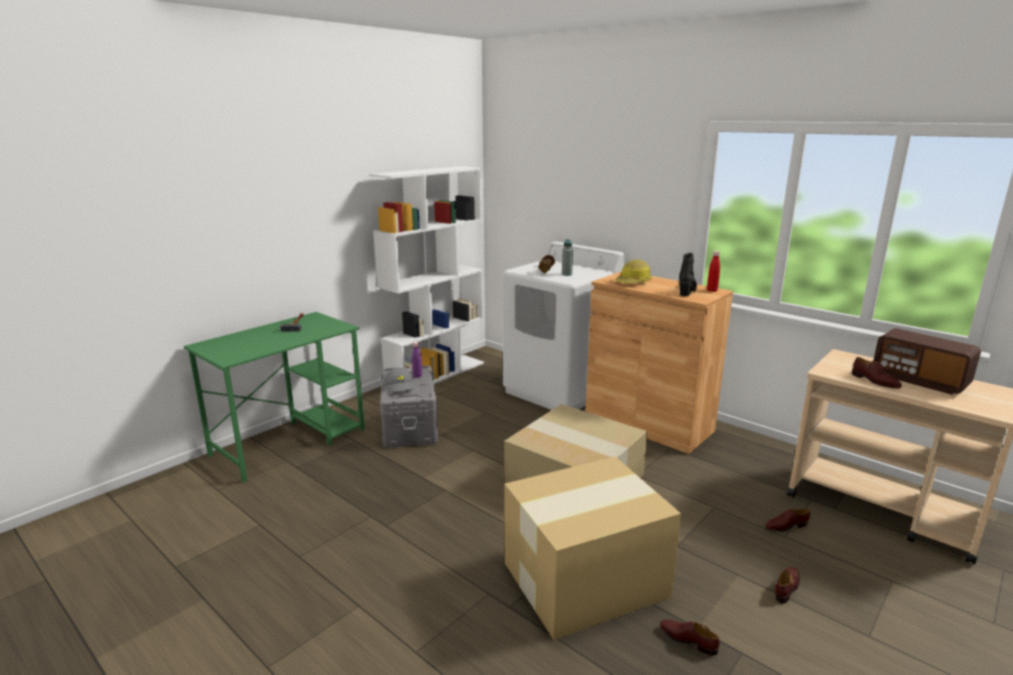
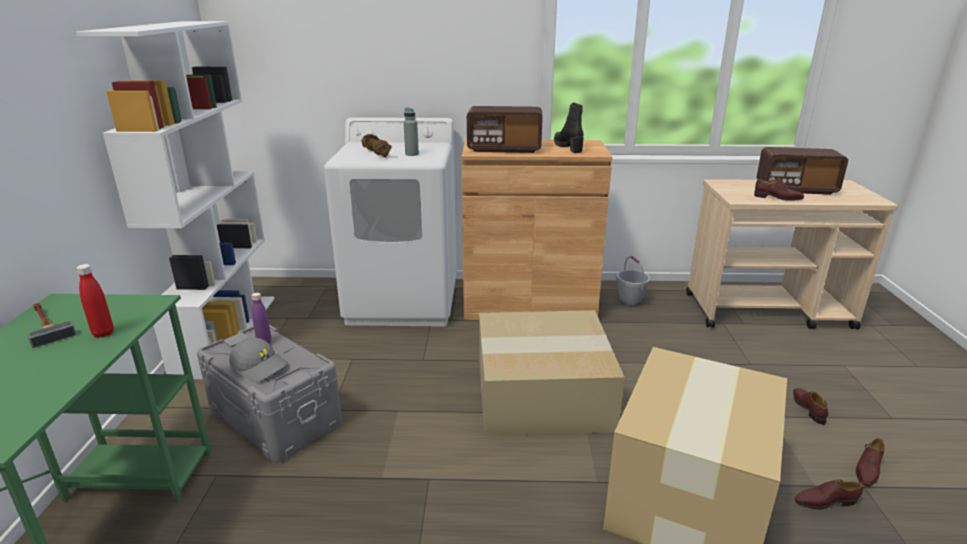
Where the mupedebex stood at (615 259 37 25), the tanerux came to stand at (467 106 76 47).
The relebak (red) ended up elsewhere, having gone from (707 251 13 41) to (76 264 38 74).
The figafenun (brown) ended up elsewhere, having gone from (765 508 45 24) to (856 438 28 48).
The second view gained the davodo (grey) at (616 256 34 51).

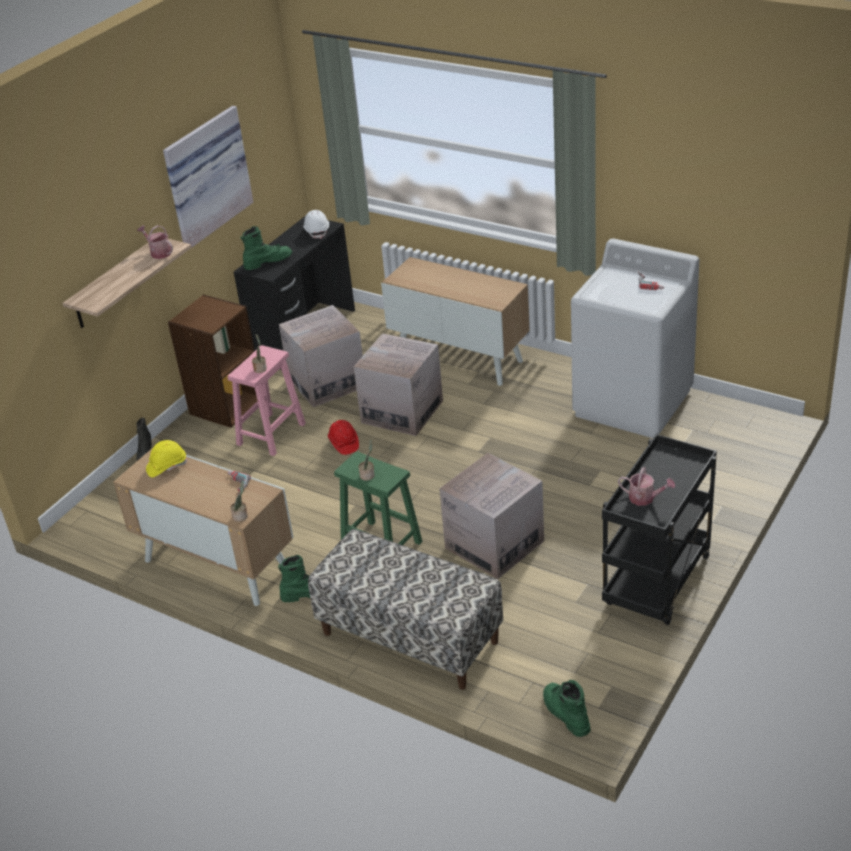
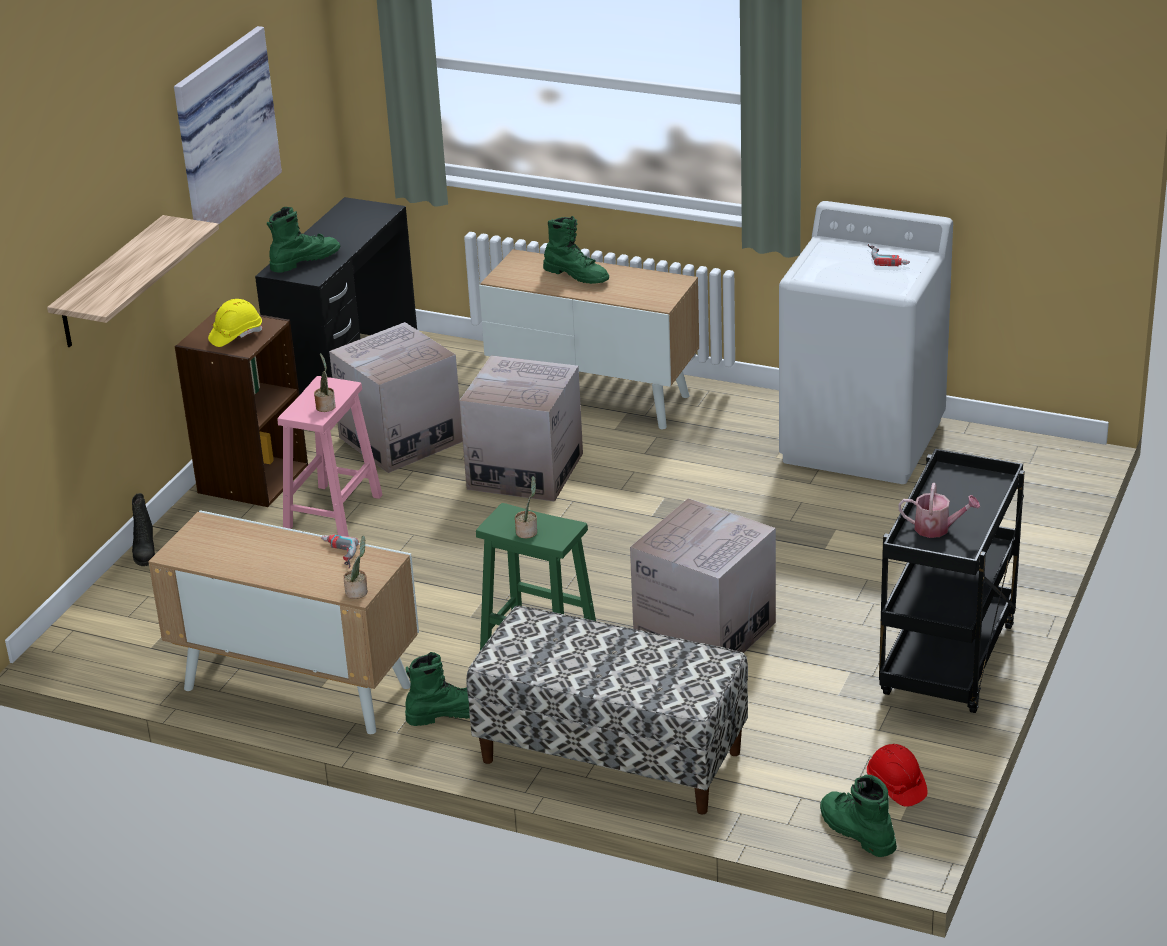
The second view lost the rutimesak at (137 225 36 34).
The mupedebex (yellow) ended up elsewhere, having gone from (146 440 41 37) to (208 299 54 48).
The second view lost the mupedebex (white) at (303 210 26 29).
The mupedebex (red) ended up elsewhere, having gone from (328 420 31 35) to (867 744 61 63).
The second view gained the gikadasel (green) at (543 216 66 68).

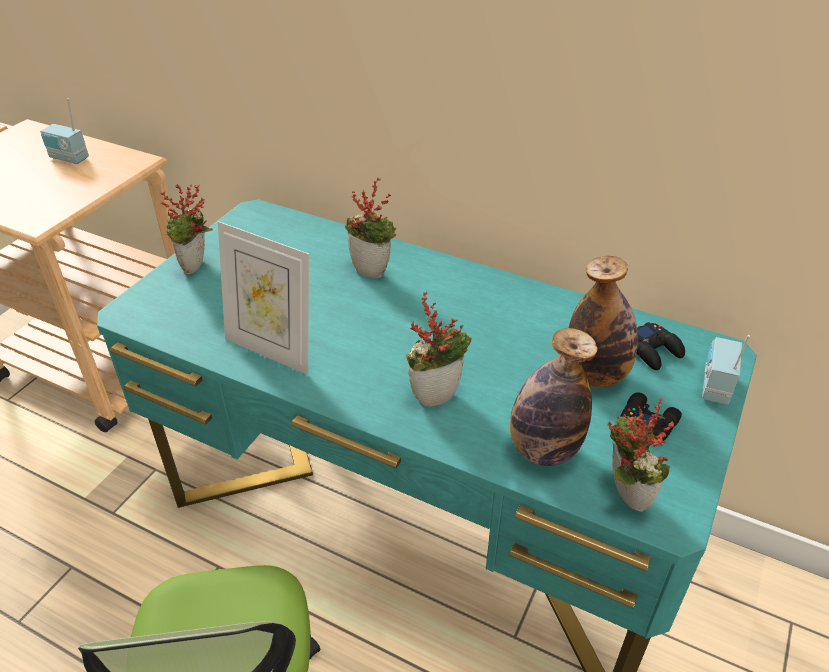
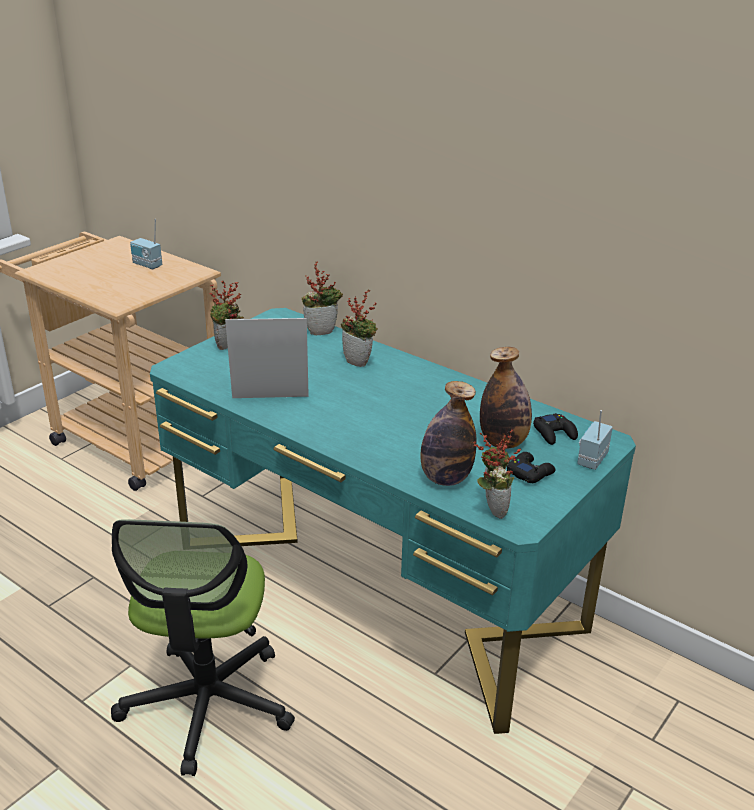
The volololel at (218 221 91 154) ended up facing another way, 135 degrees clockwise from before.
The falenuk ended up elsewhere, having gone from (406 292 65 115) to (302 261 41 74).

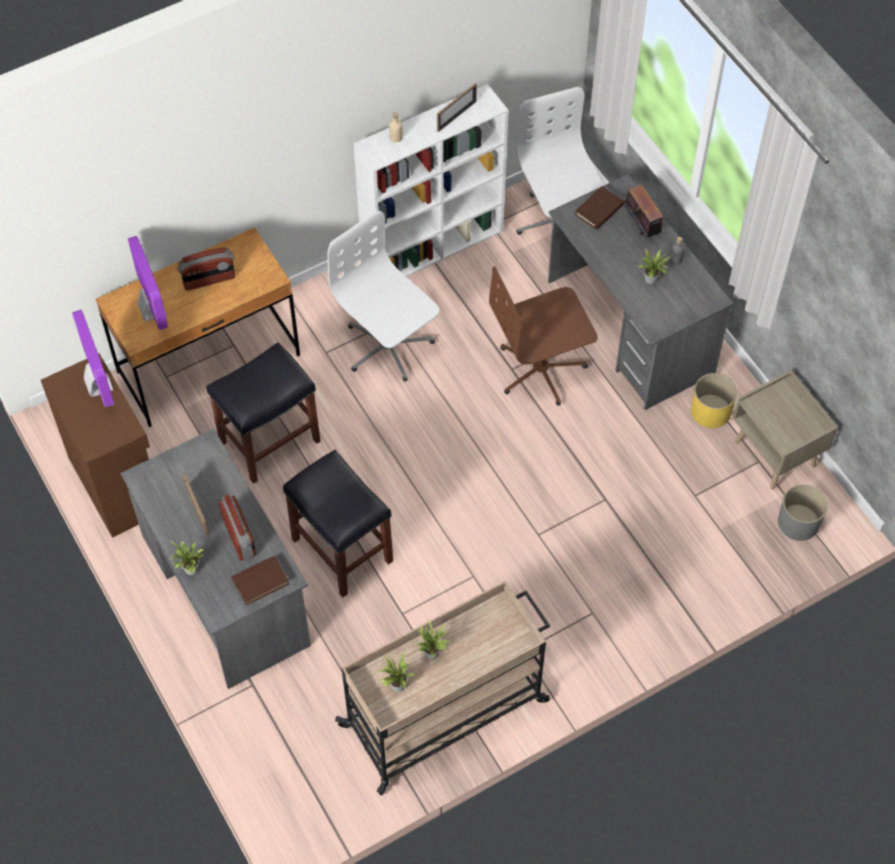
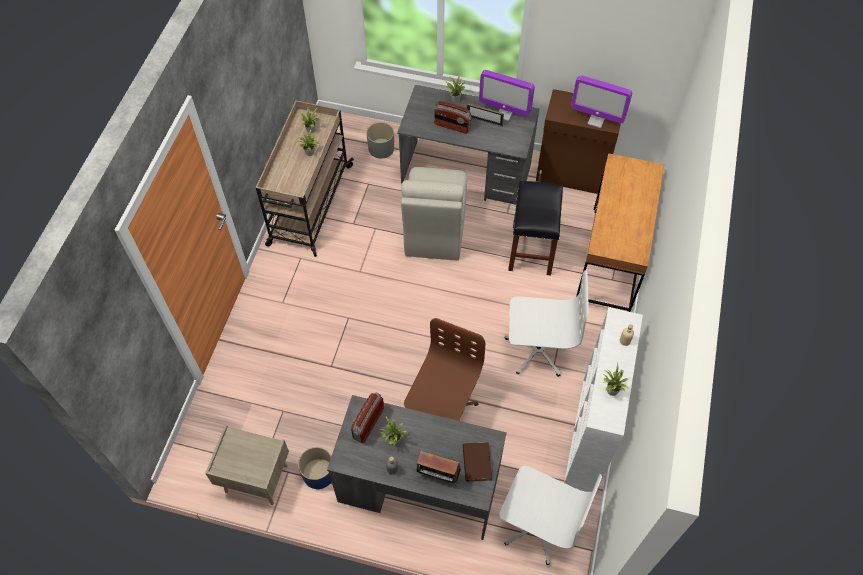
The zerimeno ended up elsewhere, having gone from (128 236 40 94) to (479 70 56 51).
The tanerux ended up elsewhere, having gone from (177 247 58 44) to (351 392 33 51).
The second view lost the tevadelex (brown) at (231 556 58 49).
Where the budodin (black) stood at (283 450 110 147), the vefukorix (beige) came to stand at (401 167 66 93).
Where the volololel stood at (437 83 40 49), the falenuk came to stand at (603 362 26 34).
What was the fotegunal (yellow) at (691 373 46 55) turned into the fotegunal (blue) at (298 447 34 42).
The fotegunal (grey) ended up elsewhere, having gone from (778 484 50 57) to (366 122 28 37).

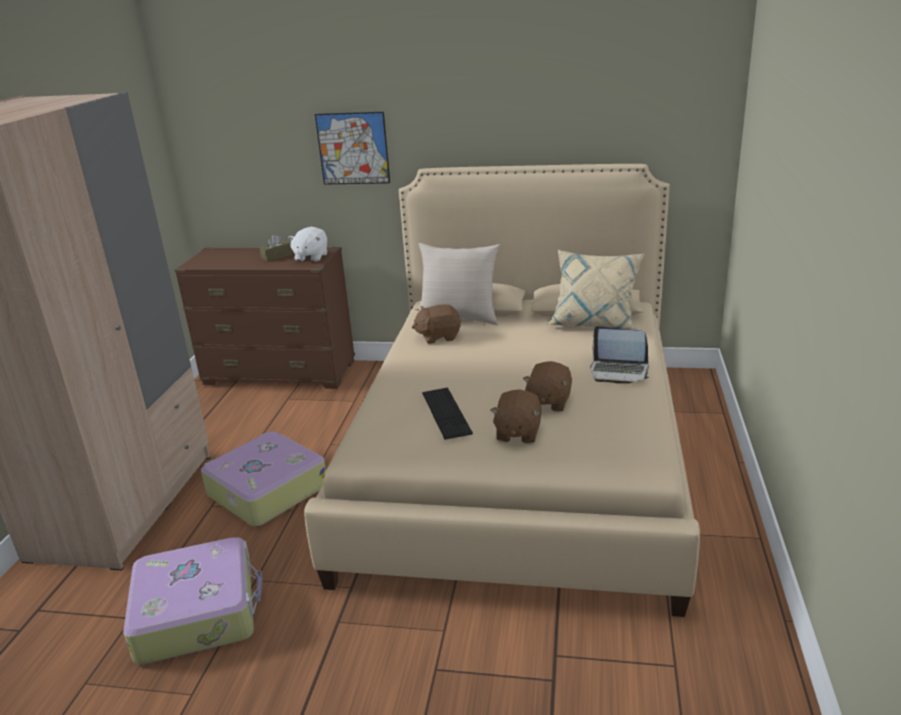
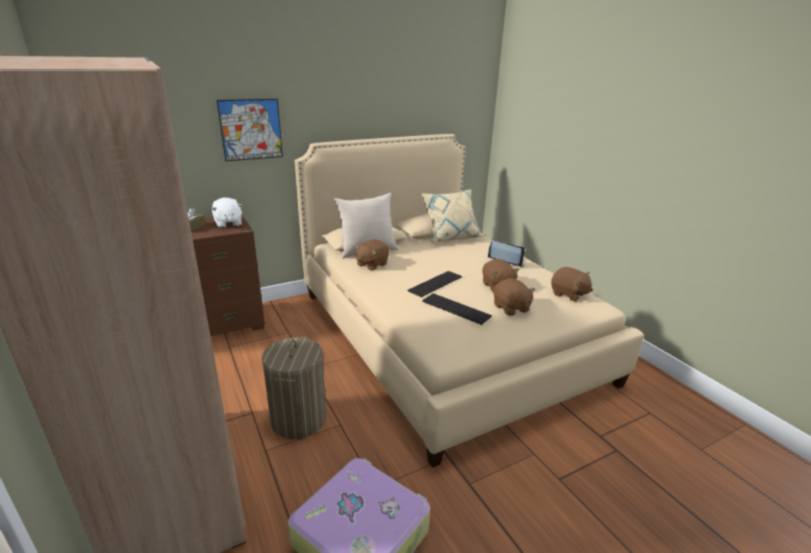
Where the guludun stood at (201 431 125 95), the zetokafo came to stand at (262 336 64 103).
The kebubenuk at (590 326 59 58) ended up facing another way, 135 degrees counterclockwise from before.
The second view gained the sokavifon at (407 271 55 26).
The second view gained the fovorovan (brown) at (551 267 42 35).

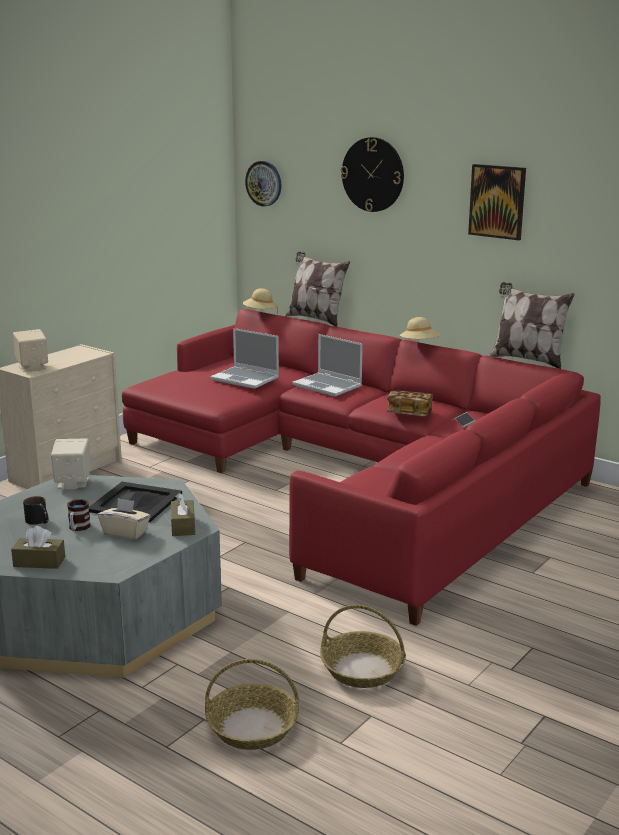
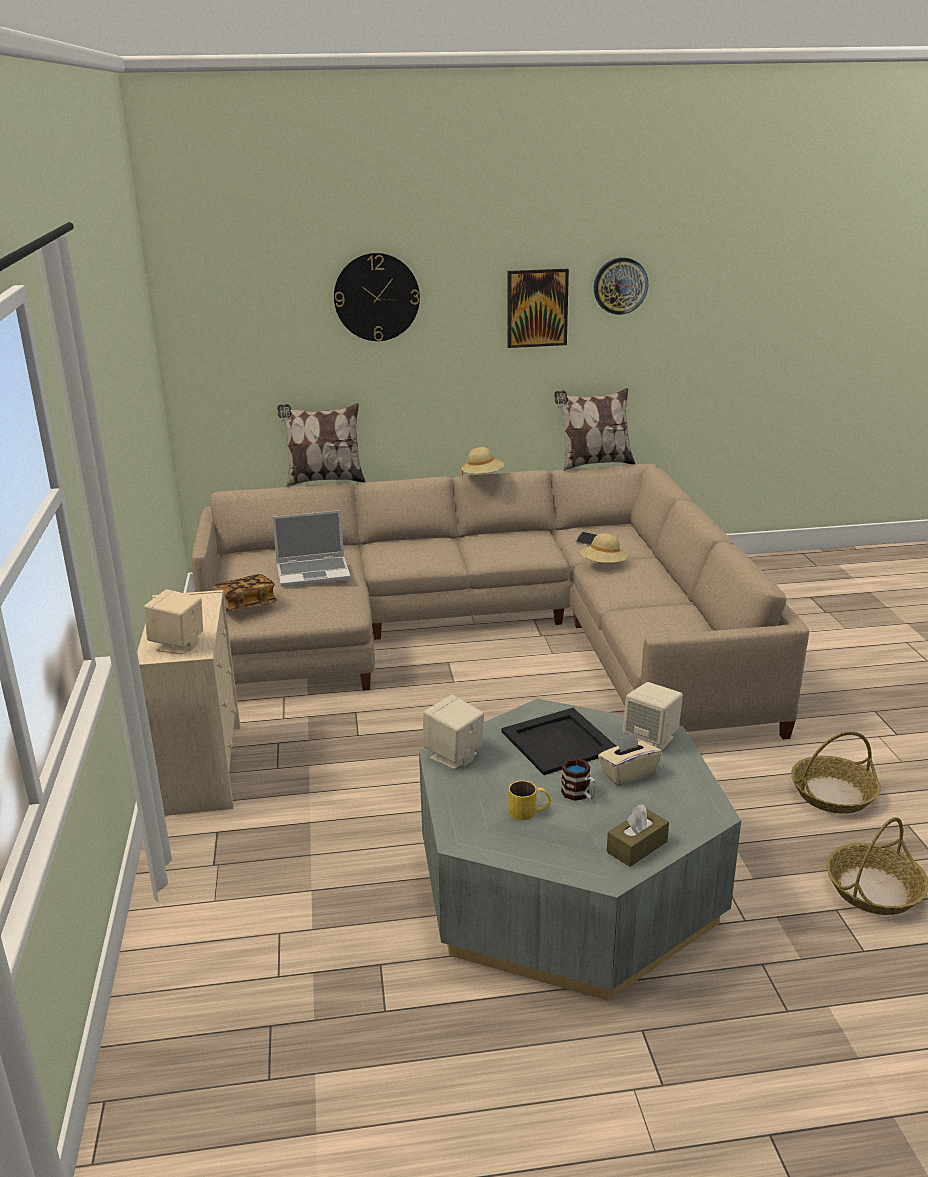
What was the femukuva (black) at (23 496 25 29) turned into the femukuva (yellow) at (509 781 42 39).
What was the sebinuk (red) at (122 309 479 317) turned into the sebinuk (beige) at (191 464 618 275).
Where the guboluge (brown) stood at (171 493 24 43), the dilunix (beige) came to stand at (623 682 60 69).
The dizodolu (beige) ended up elsewhere, having gone from (243 288 35 26) to (580 533 47 30).
The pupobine ended up elsewhere, having gone from (245 161 36 45) to (594 257 54 58).
The second view lost the kebubenuk at (292 334 71 63).
The tevadelex ended up elsewhere, having gone from (386 390 47 27) to (212 574 65 38).

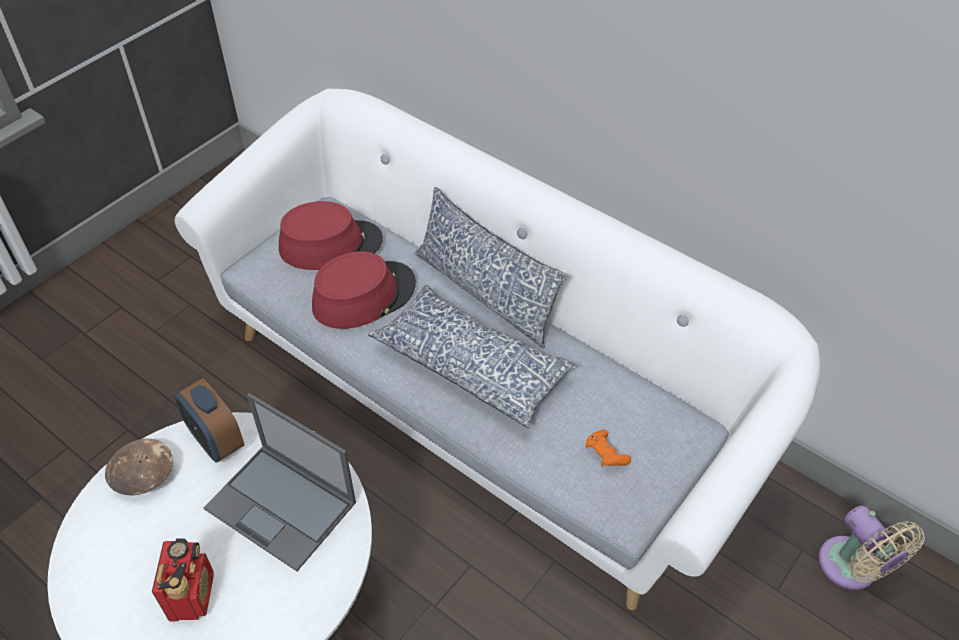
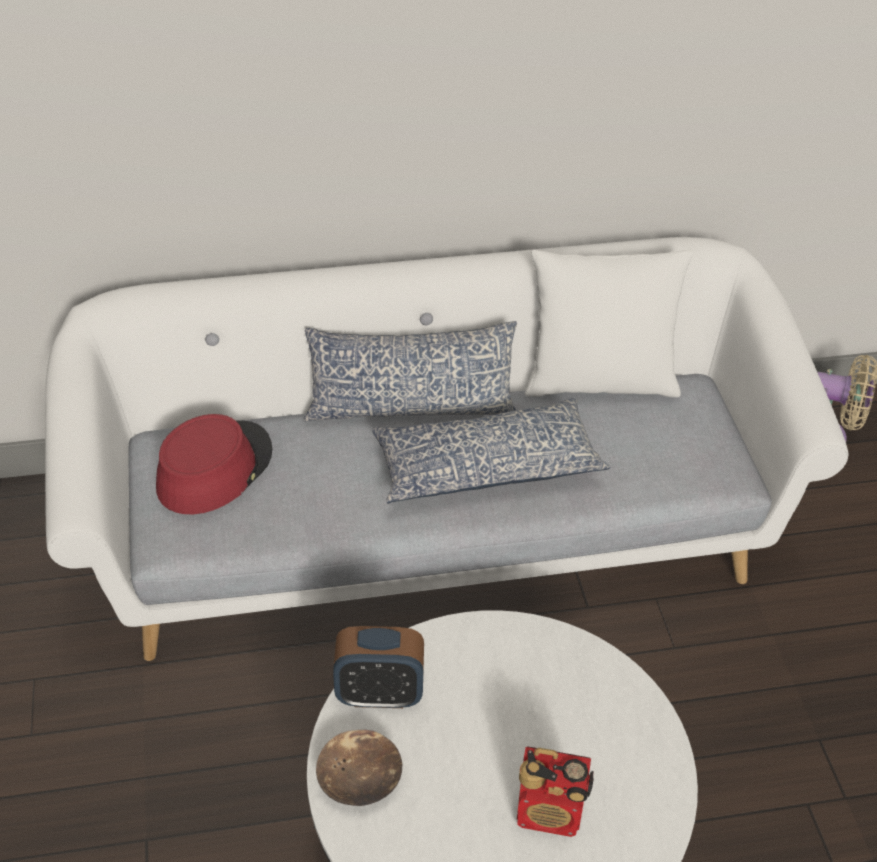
The tanerux at (152 539 62 82) ended up facing another way, 150 degrees clockwise from before.
The second view lost the kebubenuk at (204 393 152 178).
The second view lost the dizodolu (red) at (312 251 104 78).
The second view lost the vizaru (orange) at (586 430 45 37).
The second view gained the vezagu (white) at (525 250 168 148).

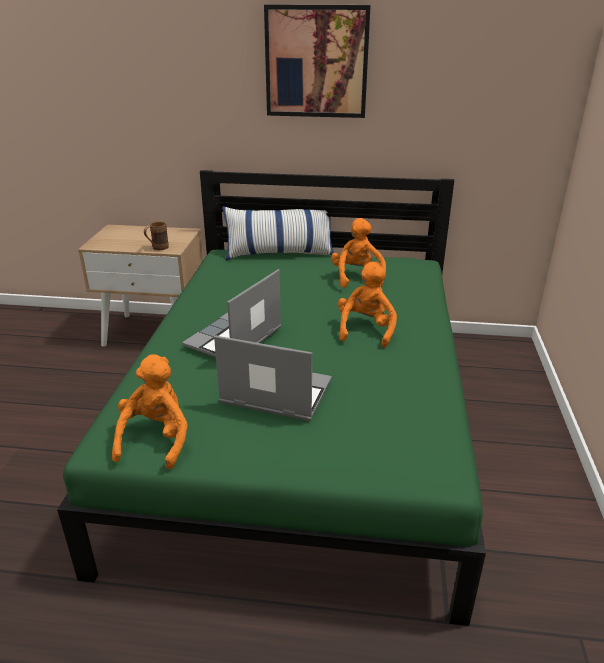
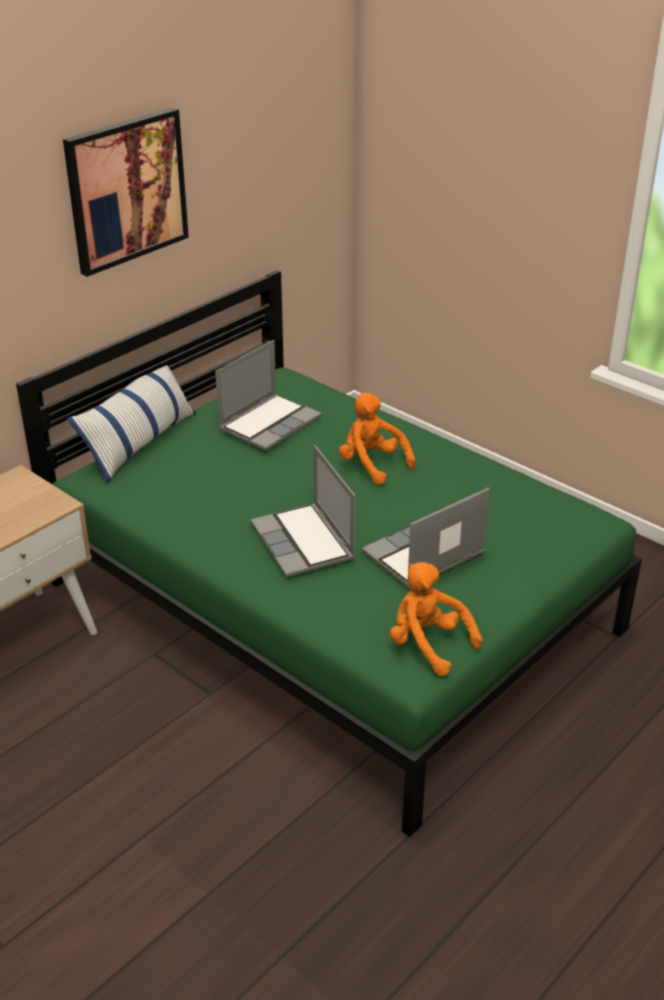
The second view lost the femukuva (brown) at (144 222 25 28).
Where the fovorovan (orange) stood at (331 218 55 70), the kebubenuk came to stand at (215 340 106 111).

